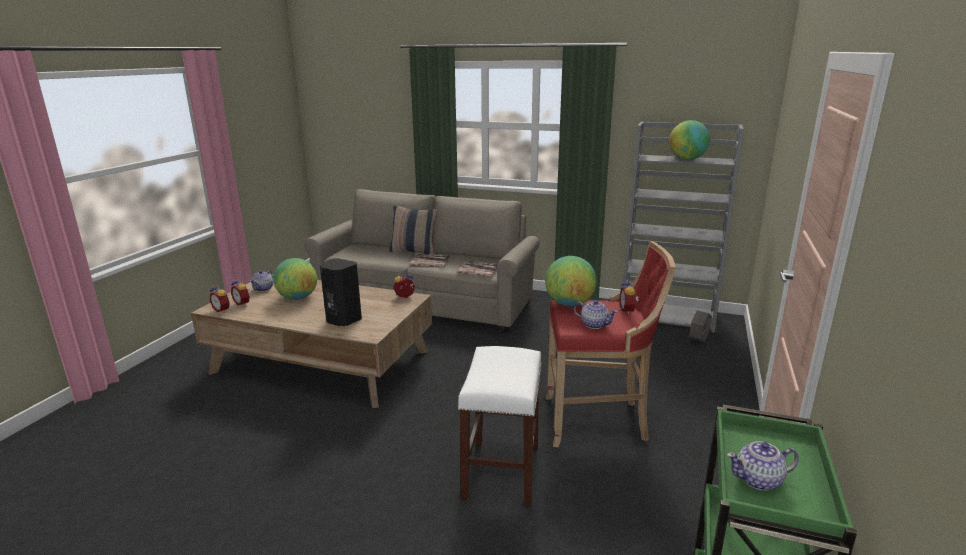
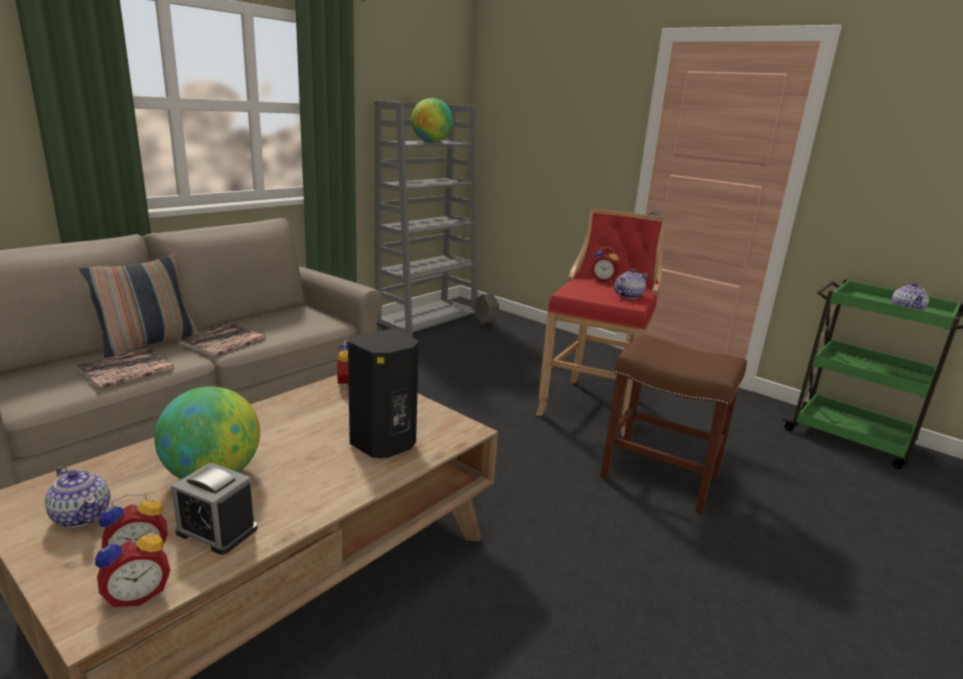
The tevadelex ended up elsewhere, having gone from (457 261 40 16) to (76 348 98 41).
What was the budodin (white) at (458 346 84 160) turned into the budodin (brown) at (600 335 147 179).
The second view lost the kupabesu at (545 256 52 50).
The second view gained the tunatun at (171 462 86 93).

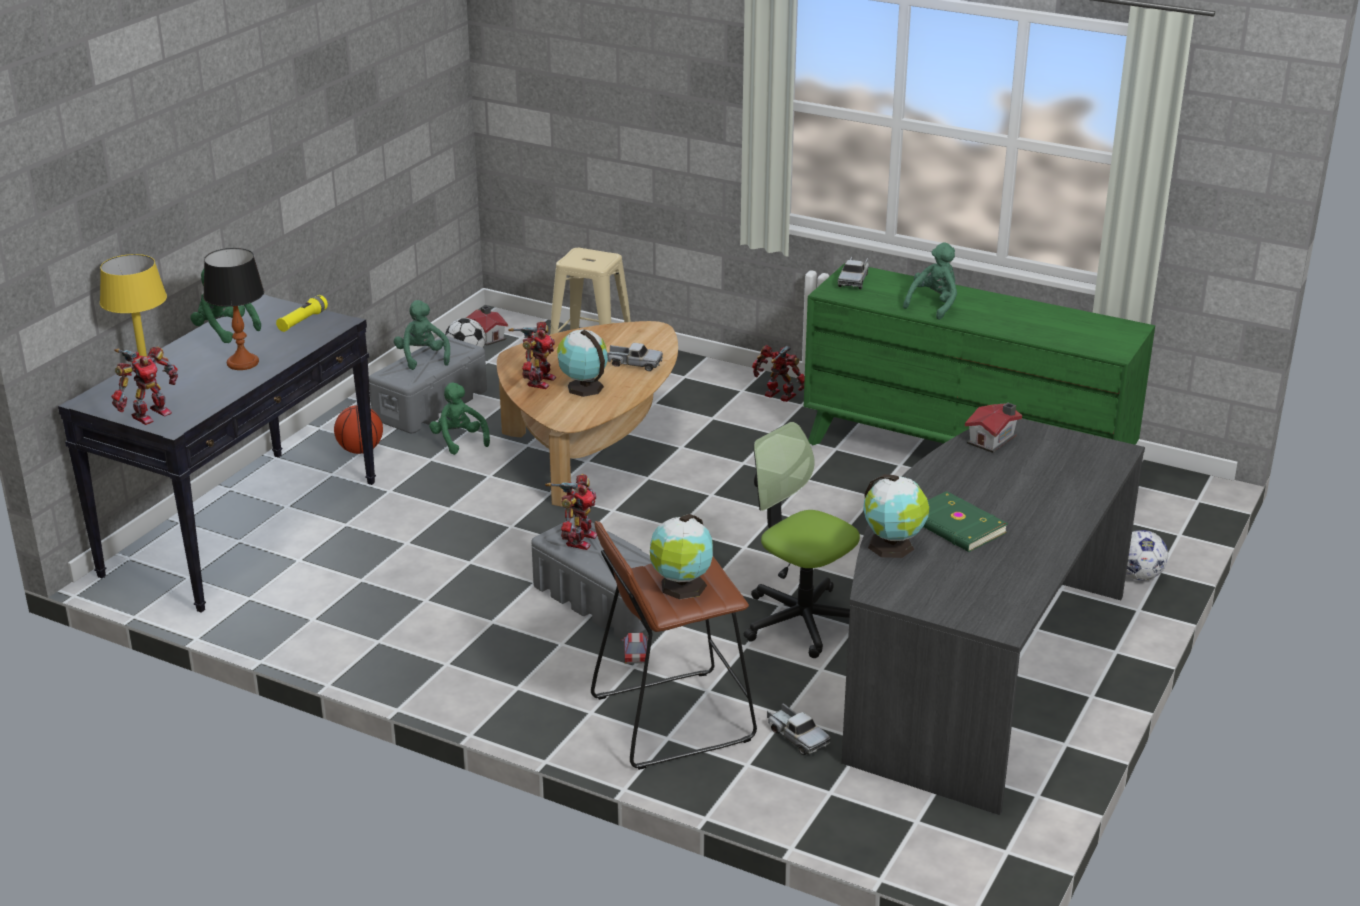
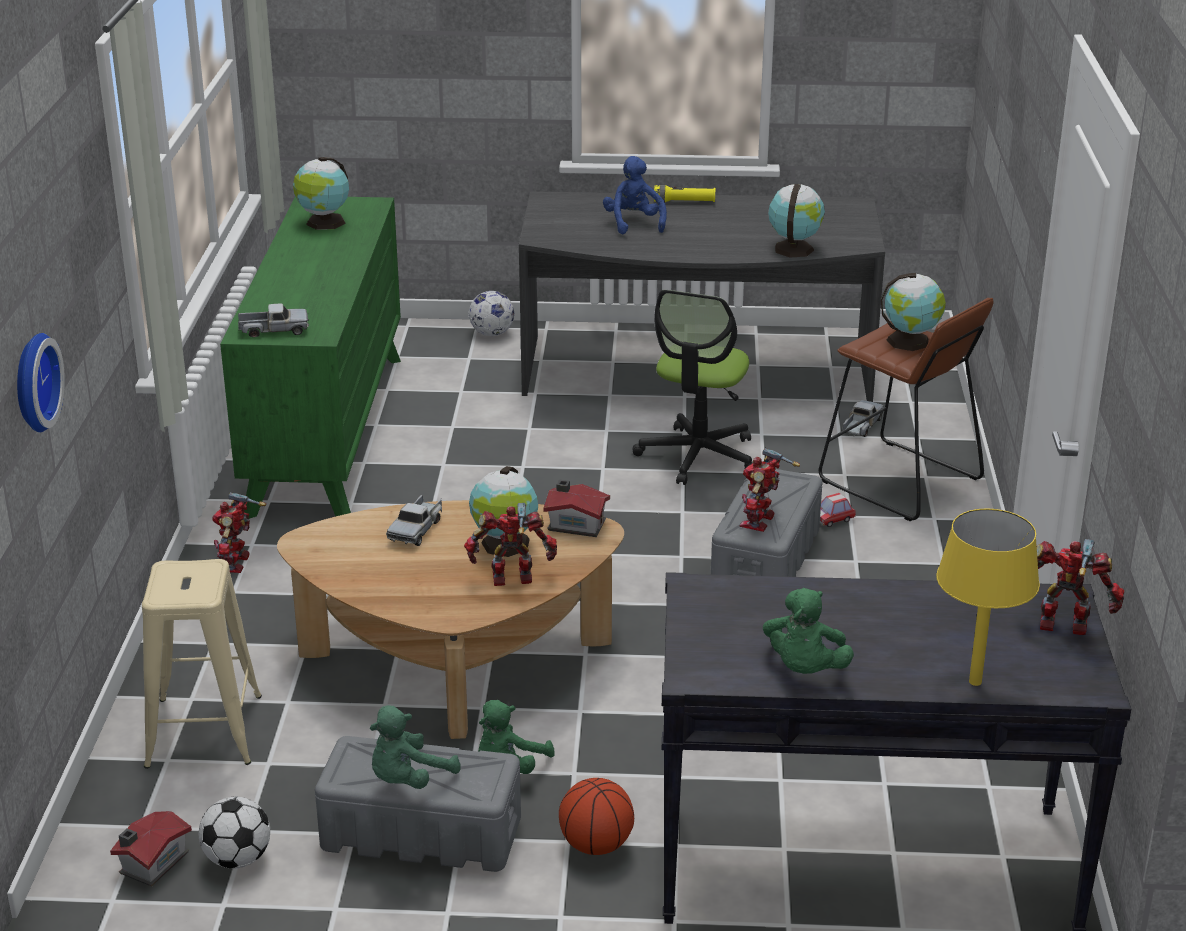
The second view lost the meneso at (203 248 61 122).
The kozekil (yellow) ended up elsewhere, having gone from (276 295 52 37) to (654 185 61 17).
The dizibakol at (545 474 52 76) ended up facing another way, 60 degrees counterclockwise from before.
The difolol at (607 343 56 28) ended up facing another way, 150 degrees counterclockwise from before.
The second view lost the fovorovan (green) at (903 242 54 78).
The second view lost the tevadelex (green) at (923 491 85 61).
The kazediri ended up elsewhere, having gone from (965 403 57 50) to (543 480 67 57).
The second view gained the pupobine at (17 333 48 99).
The second view gained the kupabesu at (293 157 56 73).
The second view gained the fovorovan (blue) at (603 156 64 79).

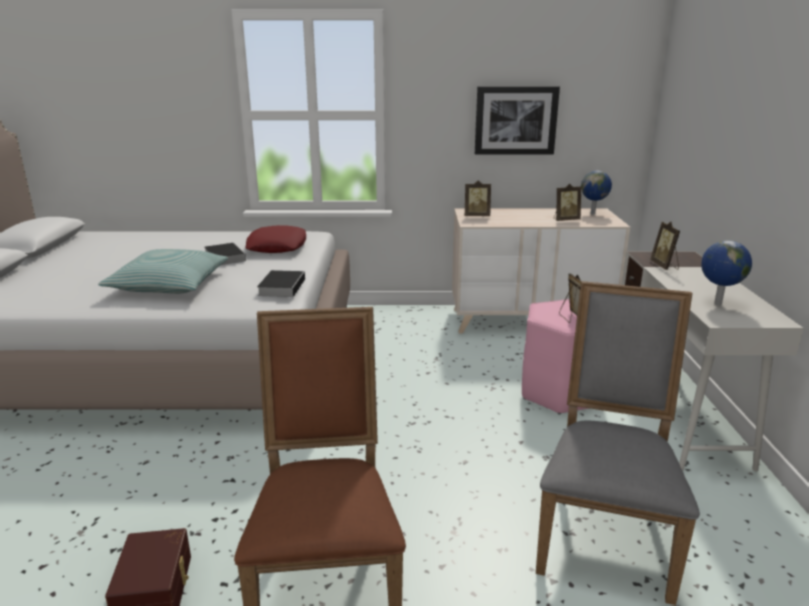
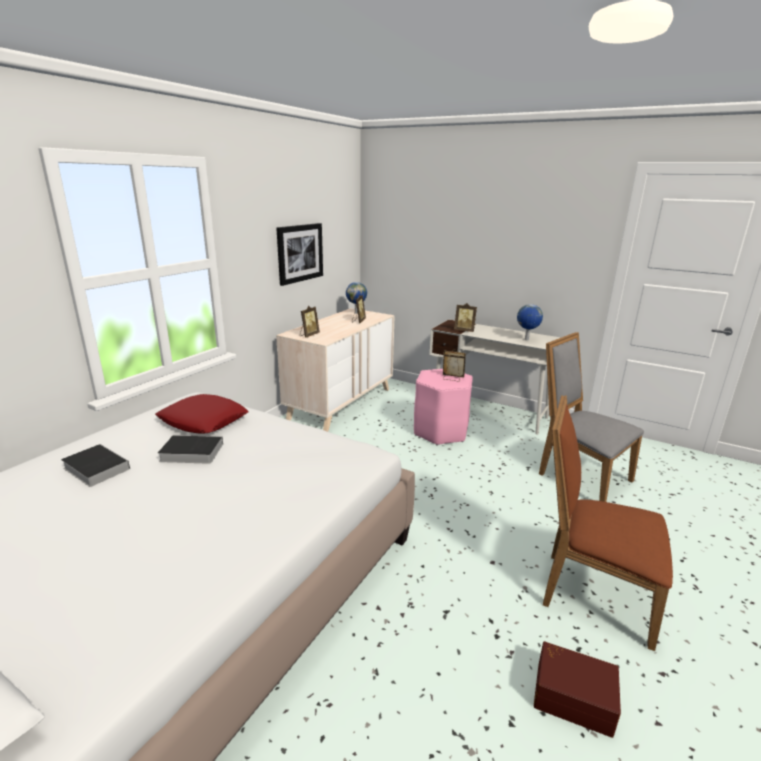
The second view lost the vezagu at (98 249 130 45).
The tevadelex ended up elsewhere, having gone from (257 270 48 27) to (61 444 69 43).

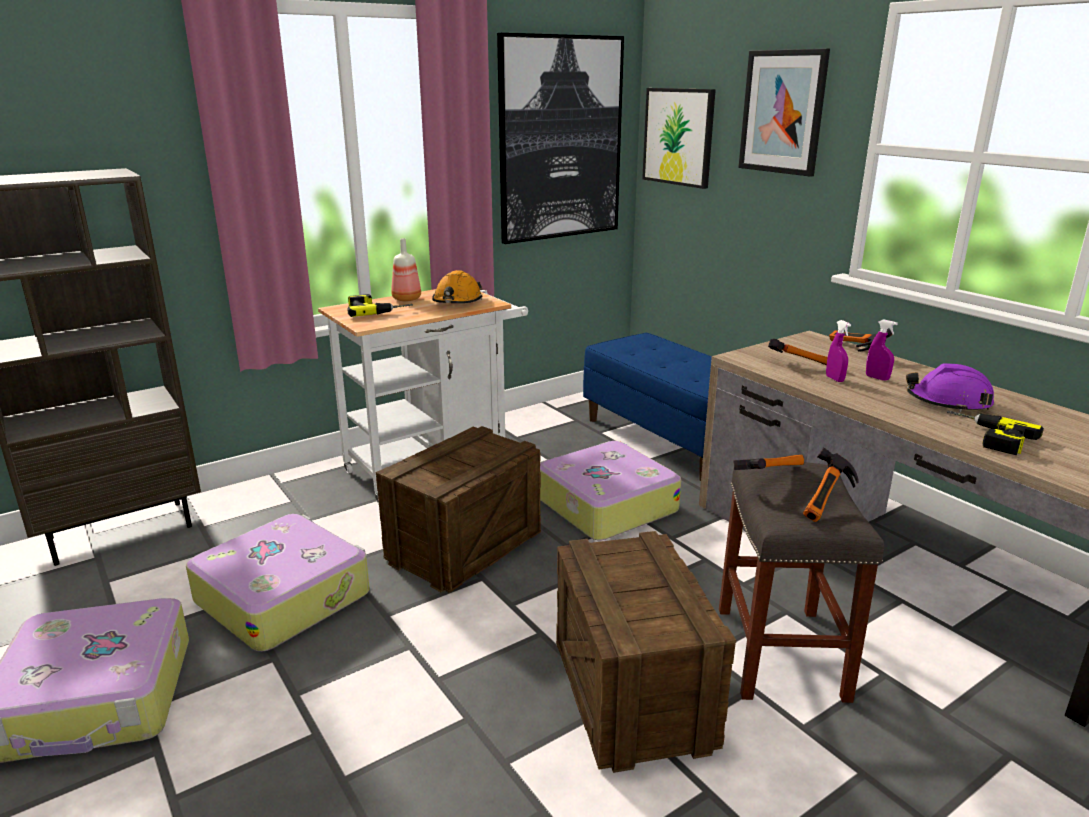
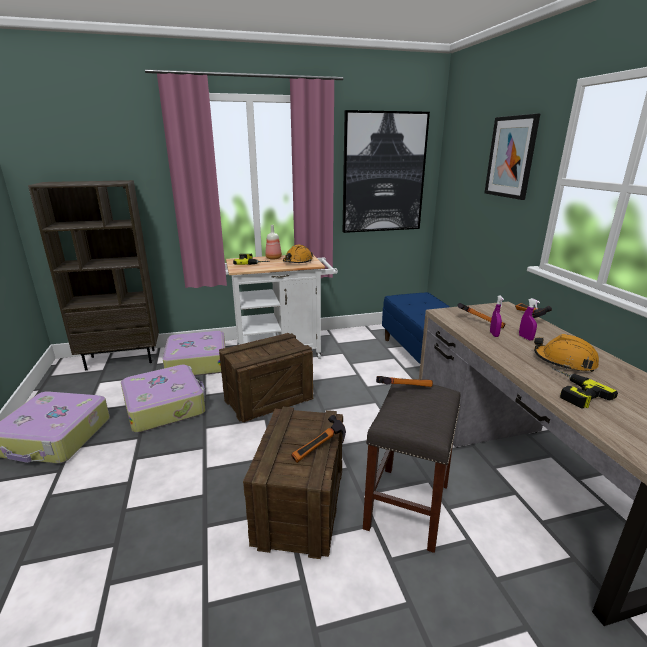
The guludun ended up elsewhere, having gone from (540 441 141 99) to (163 331 63 45).
The second view lost the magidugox at (642 88 74 101).
The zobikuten ended up elsewhere, having gone from (803 448 56 74) to (291 415 55 48).
What was the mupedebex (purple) at (906 363 88 49) turned into the mupedebex (orange) at (534 334 65 38).

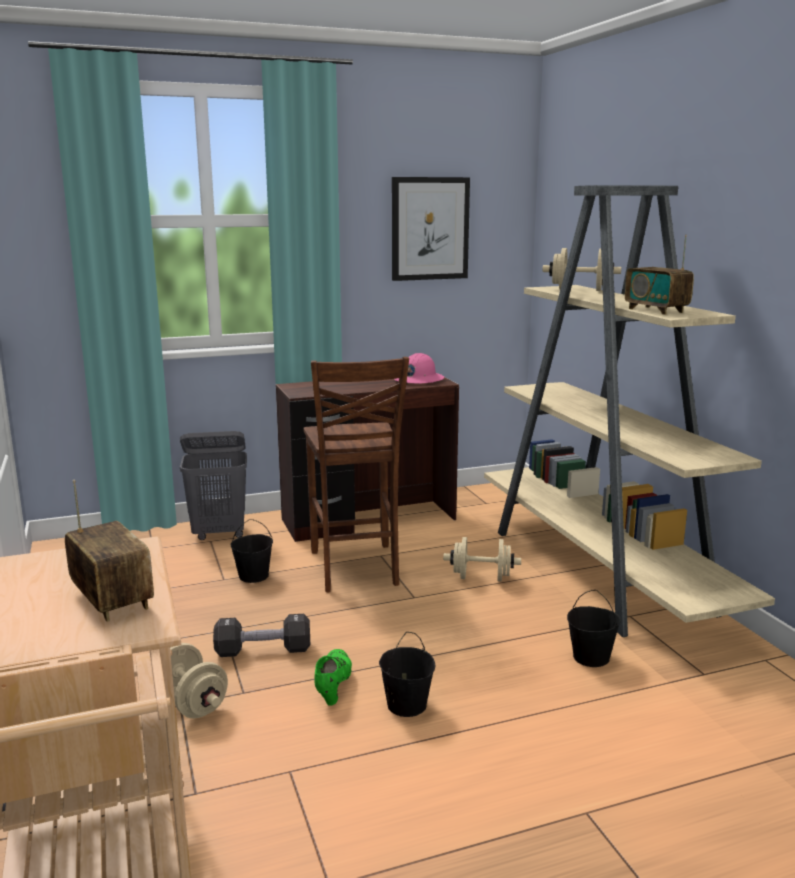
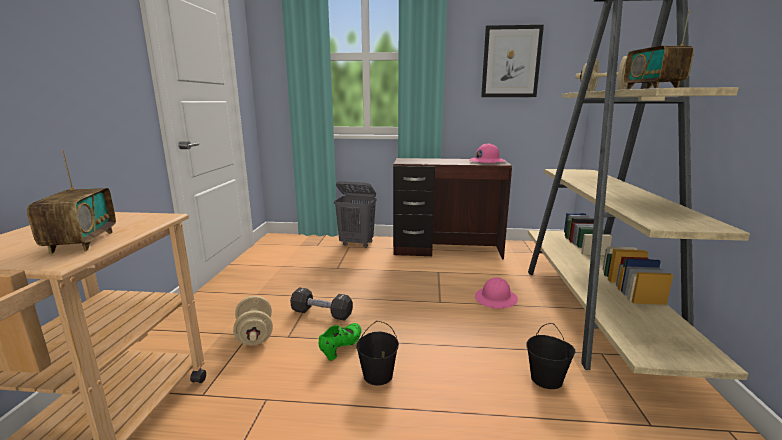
The second view lost the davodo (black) at (231 519 42 64).
The second view lost the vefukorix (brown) at (304 357 105 235).
Where the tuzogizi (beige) stood at (443 537 78 45), the mupedebex (pink) came to stand at (475 277 43 32).

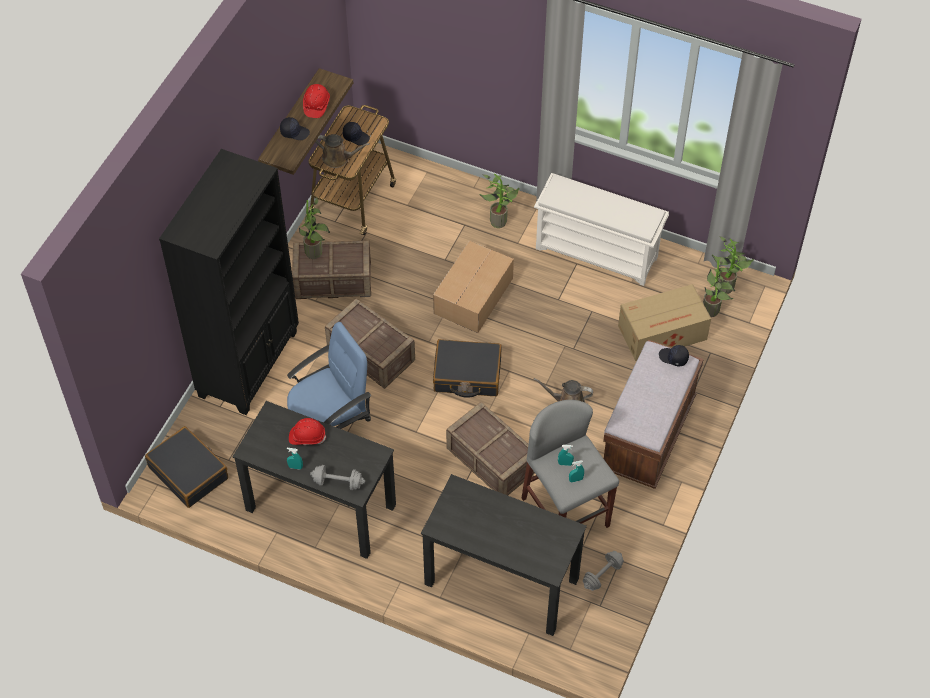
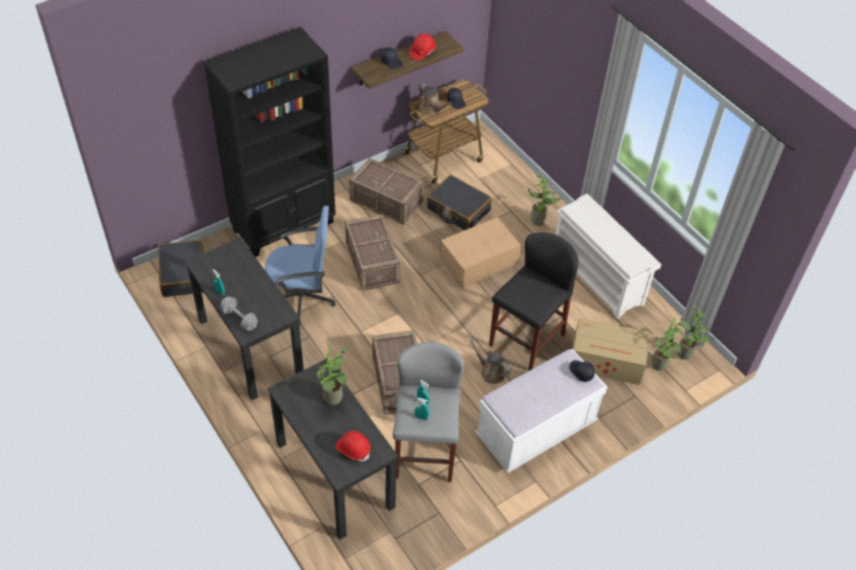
The mupedebex (red) ended up elsewhere, having gone from (289 418 37 27) to (335 431 36 30).
The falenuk ended up elsewhere, having gone from (299 197 31 62) to (317 345 33 60).
The guludun (black) ended up elsewhere, having gone from (433 339 69 59) to (427 175 65 55).
The second view lost the tuzogizi (grey) at (583 551 41 40).
What was the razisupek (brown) at (603 340 101 149) turned into the razisupek (white) at (475 349 132 124).
The second view gained the budodin (black) at (489 233 90 138).

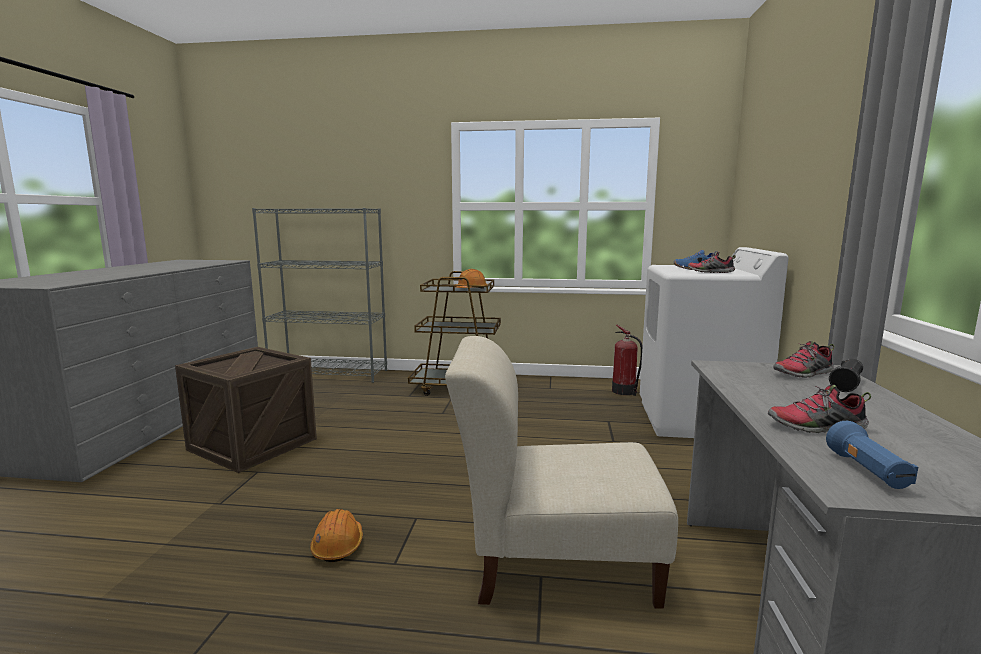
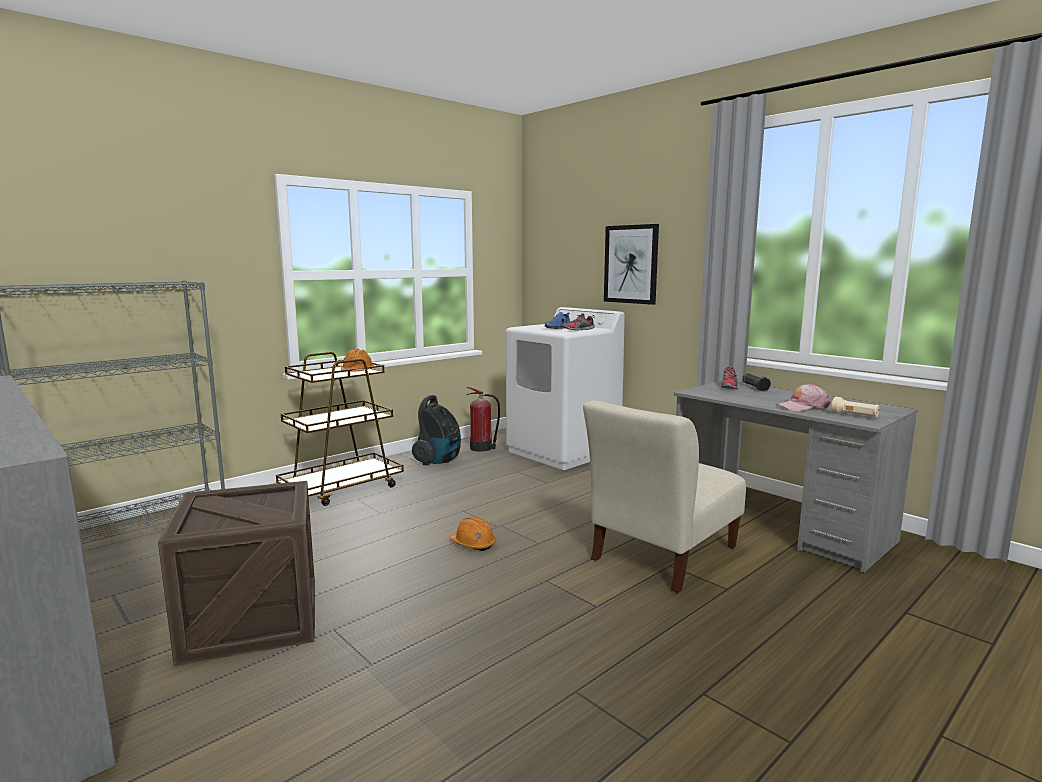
The mupedebex (orange) ended up elsewhere, having gone from (310 509 53 53) to (450 517 46 34).
Where the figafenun stood at (768 385 103 48), the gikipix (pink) came to stand at (776 384 55 27).
What was the kozekil (blue) at (826 421 92 68) turned into the kozekil (beige) at (831 397 48 20).
The second view gained the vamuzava at (412 395 49 70).
The second view gained the magidugox at (604 224 55 81).

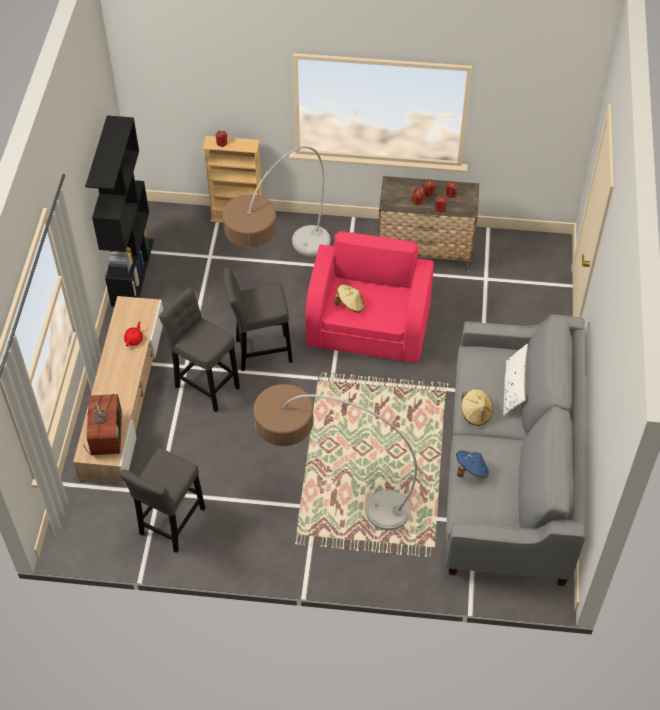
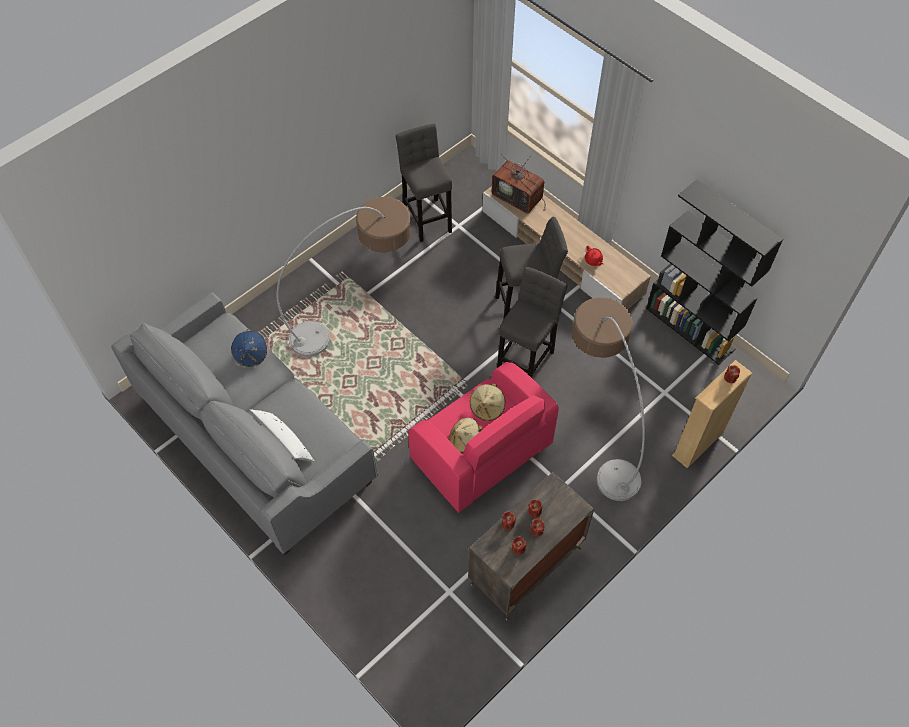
The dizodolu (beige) ended up elsewhere, having gone from (461 389 32 37) to (449 418 33 35).

